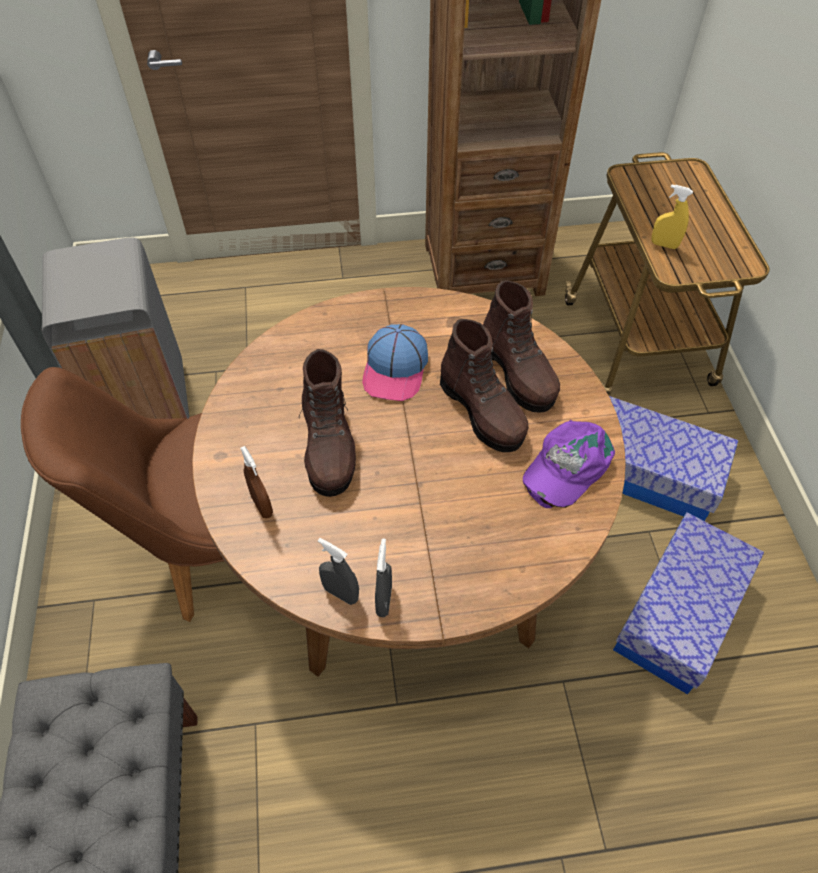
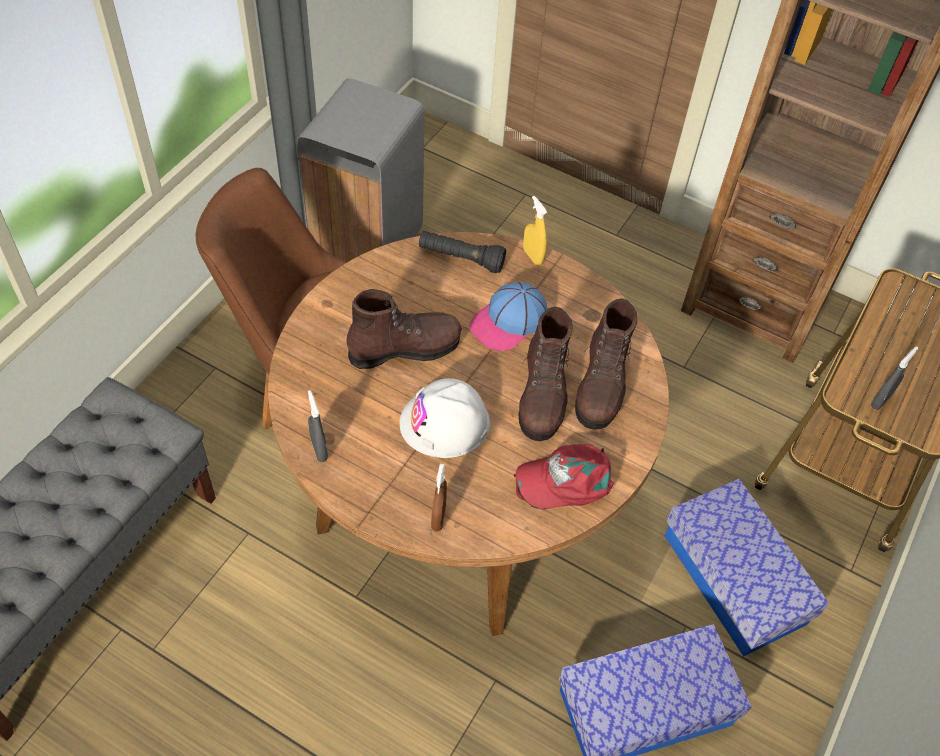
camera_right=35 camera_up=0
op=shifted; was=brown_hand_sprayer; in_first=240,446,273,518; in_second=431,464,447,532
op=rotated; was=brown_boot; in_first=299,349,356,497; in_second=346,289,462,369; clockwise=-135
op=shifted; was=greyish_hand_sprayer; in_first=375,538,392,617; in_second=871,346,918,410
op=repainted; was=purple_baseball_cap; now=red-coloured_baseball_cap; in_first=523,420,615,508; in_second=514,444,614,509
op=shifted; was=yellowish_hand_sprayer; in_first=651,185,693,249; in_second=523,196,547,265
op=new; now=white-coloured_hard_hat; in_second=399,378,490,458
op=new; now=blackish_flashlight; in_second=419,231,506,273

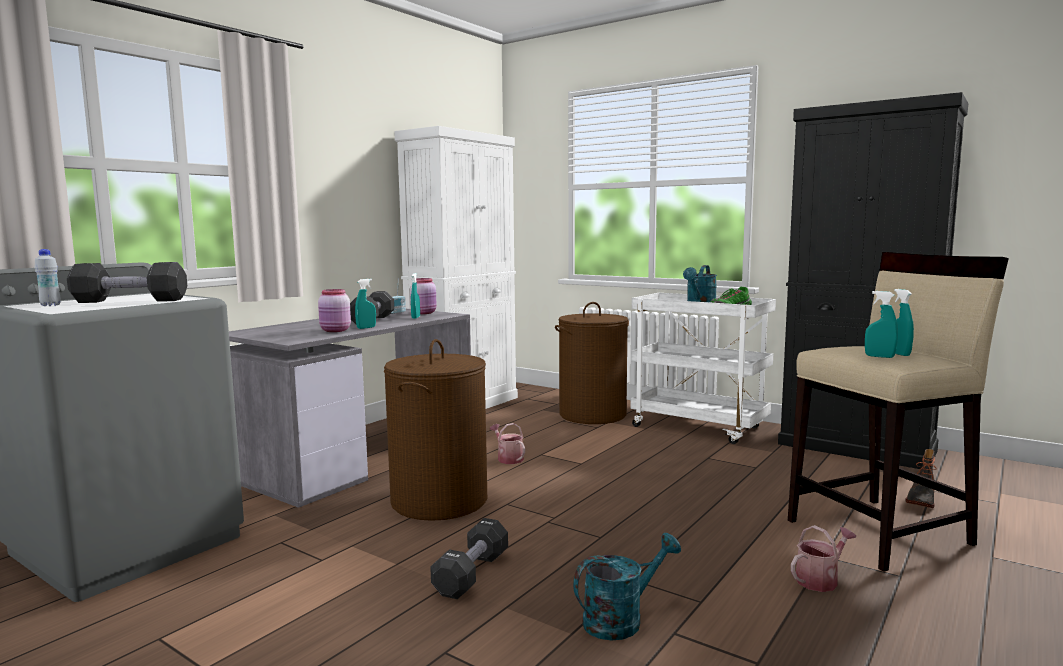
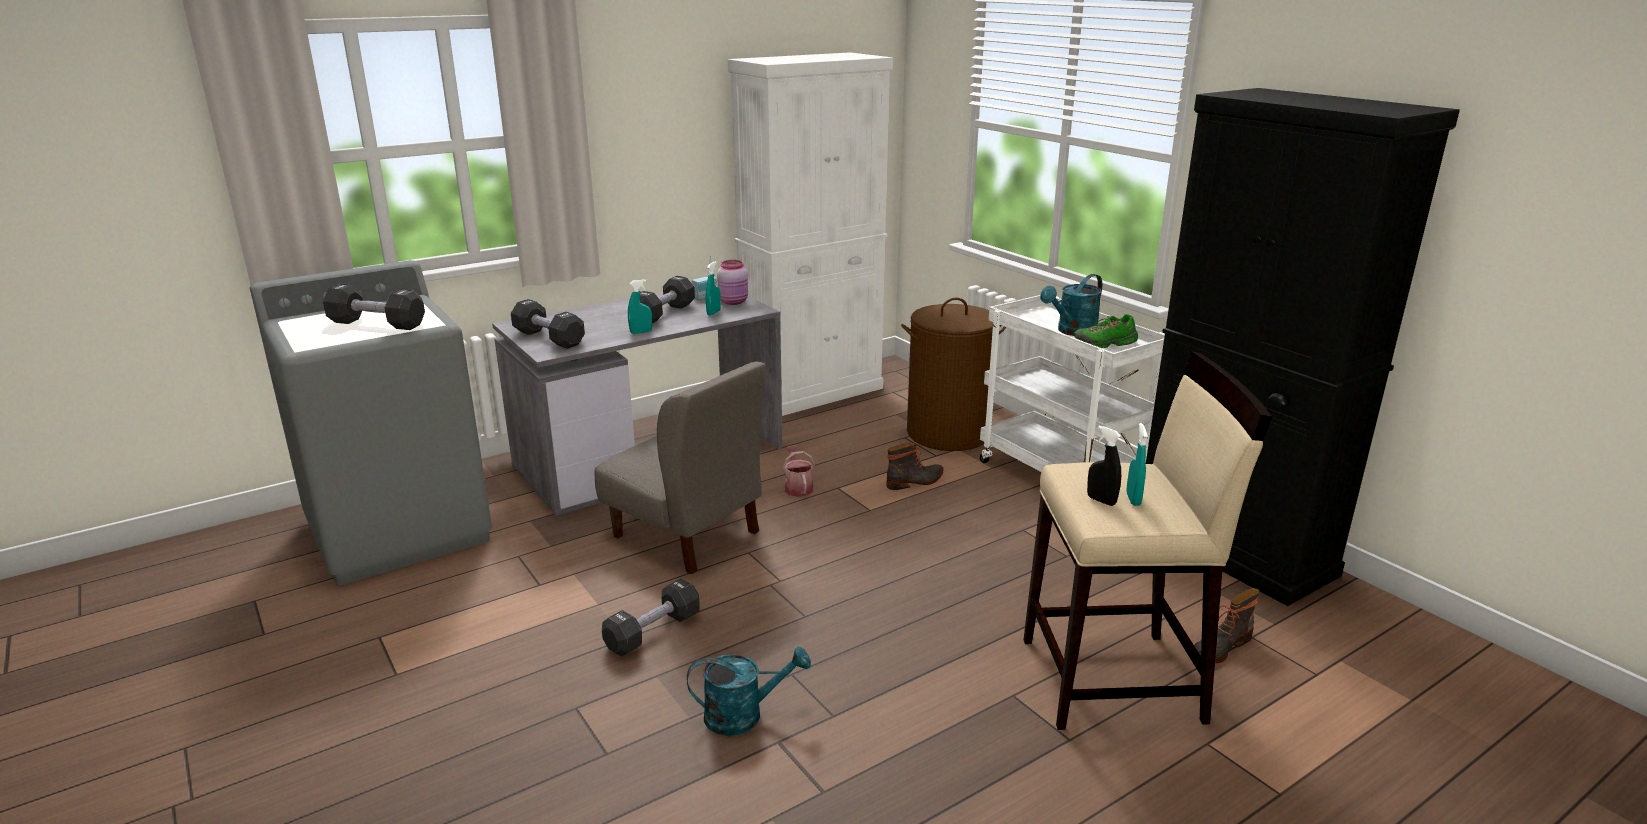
camera_right=20 camera_up=15
op=gone; was=white-coloured_bottle; in_first=34,249,61,306
op=gone; was=pink-coloured_jar; in_first=318,289,351,332
op=swapped; was=brown_washing_basket; now=greyish_chair; in_first=384,339,487,521; in_second=595,362,766,574
op=gone; was=watering_pot; in_first=791,525,856,592
op=repainted; was=turquoise-coloured_hand_sprayer; now=blackish_hand_sprayer; in_first=865,291,898,358; in_second=1087,425,1121,506
op=new; now=blackish_dumbbell; in_second=511,299,585,349
op=new; now=boot; in_second=886,443,944,490

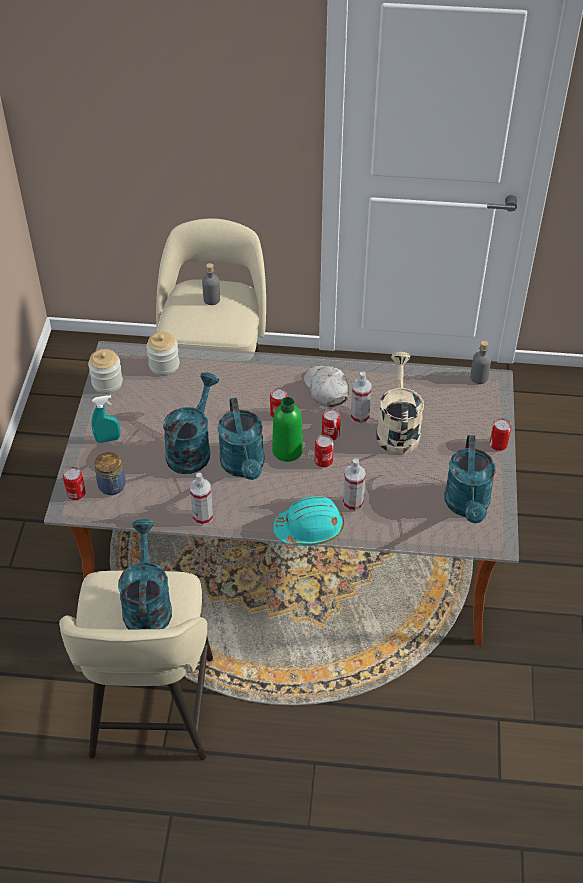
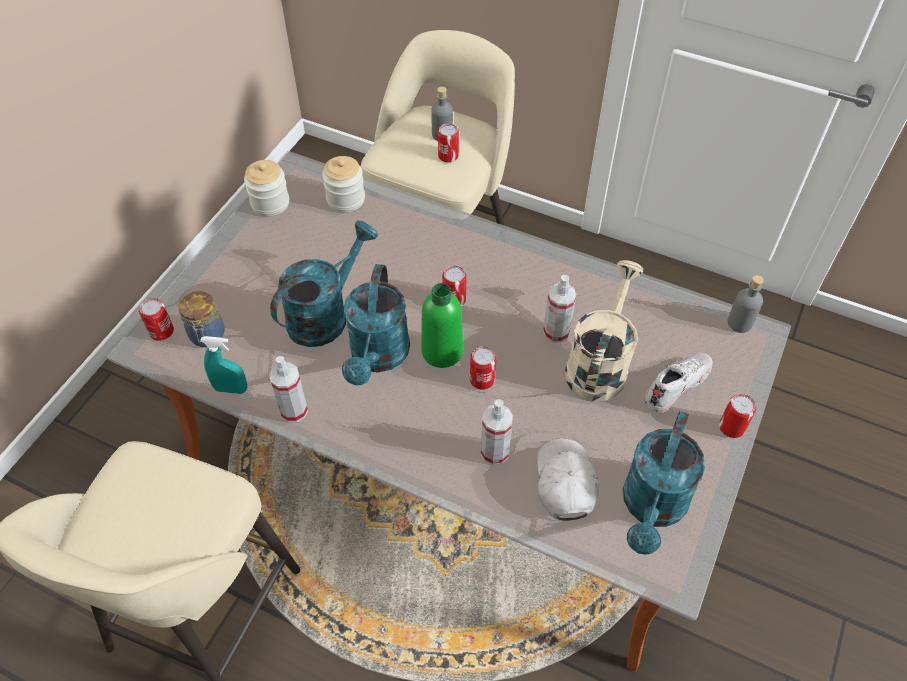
camera_right=20 camera_up=5
op=shifted; was=turquoise-coloured_hand_sprayer; in_first=91,395,120,443; in_second=200,336,247,394
op=gone; was=turquoise-coloured_watering_pot; in_first=118,519,172,630
op=gone; was=turquoise-coloured_hard_hat; in_first=273,496,344,545
op=shifted; was=white-coloured_baseball_cap; in_first=304,366,349,408; in_second=537,438,599,521
op=shifted; was=can; in_first=322,409,341,441; in_second=438,123,459,163
op=new; now=white-coloured_shoe; in_second=644,353,712,413

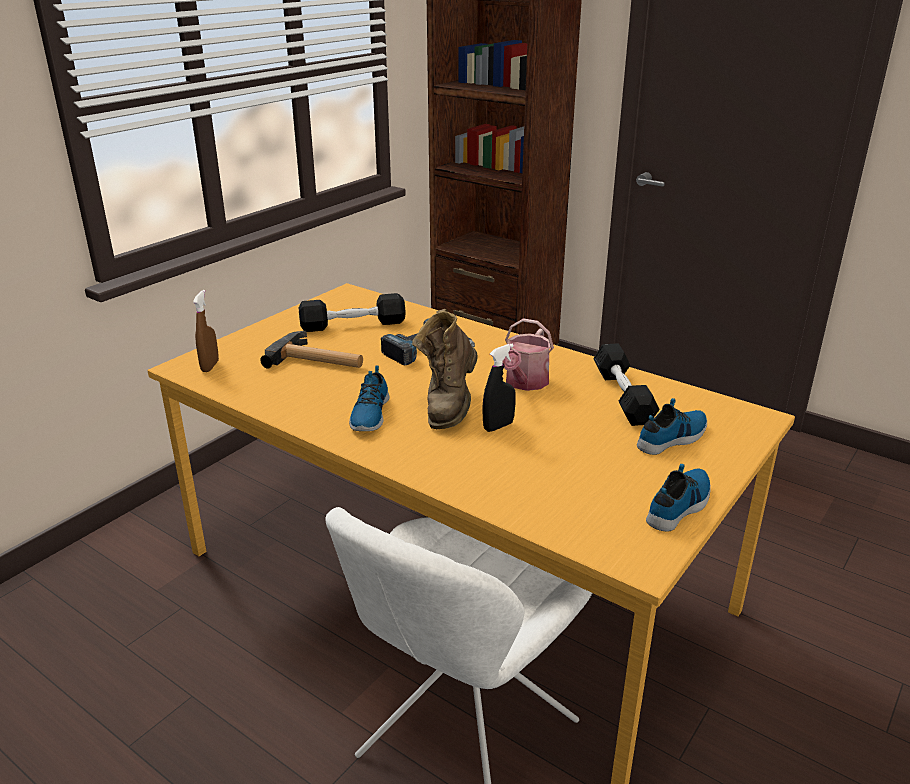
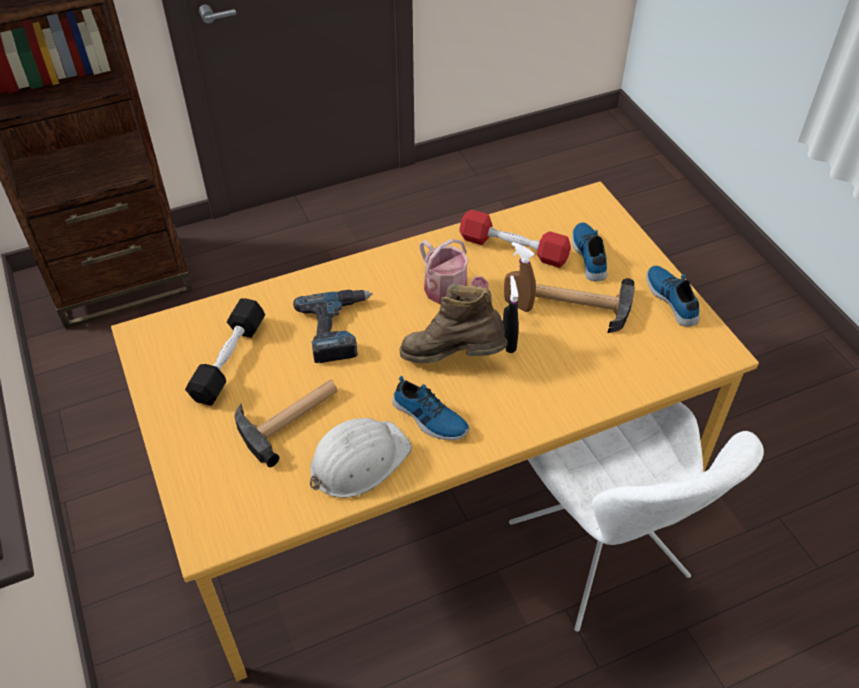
camera_right=-60 camera_up=20
op=shifted; was=brown_hand_sprayer; in_first=193,290,219,372; in_second=504,242,536,312
op=rotated; was=brown_boot; in_first=412,309,478,429; in_second=400,284,508,363; clockwise=150
op=repainted; was=blackish_dumbbell; now=red-coloured_dumbbell; in_first=593,343,660,426; in_second=459,210,571,268
op=new; now=white-coloured_hard_hat; in_second=310,418,412,498
op=new; now=tool_hammer; in_second=535,278,635,333

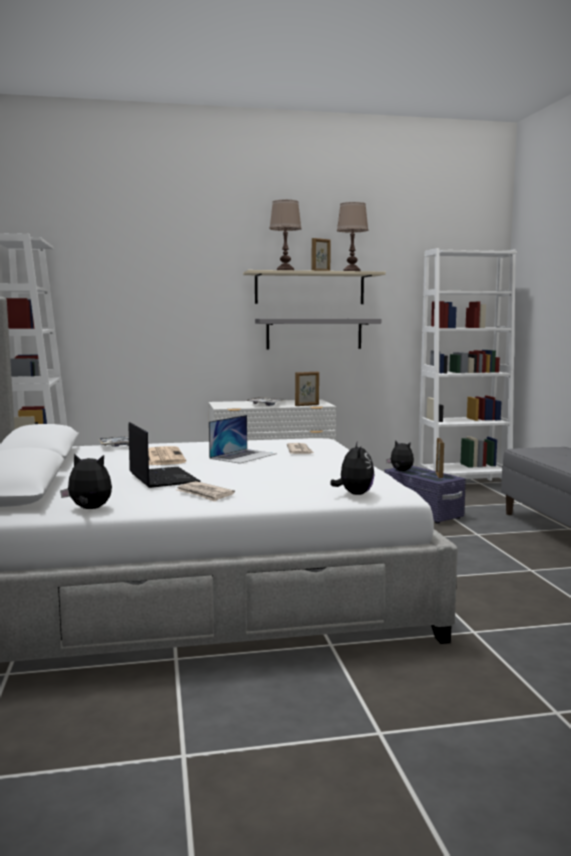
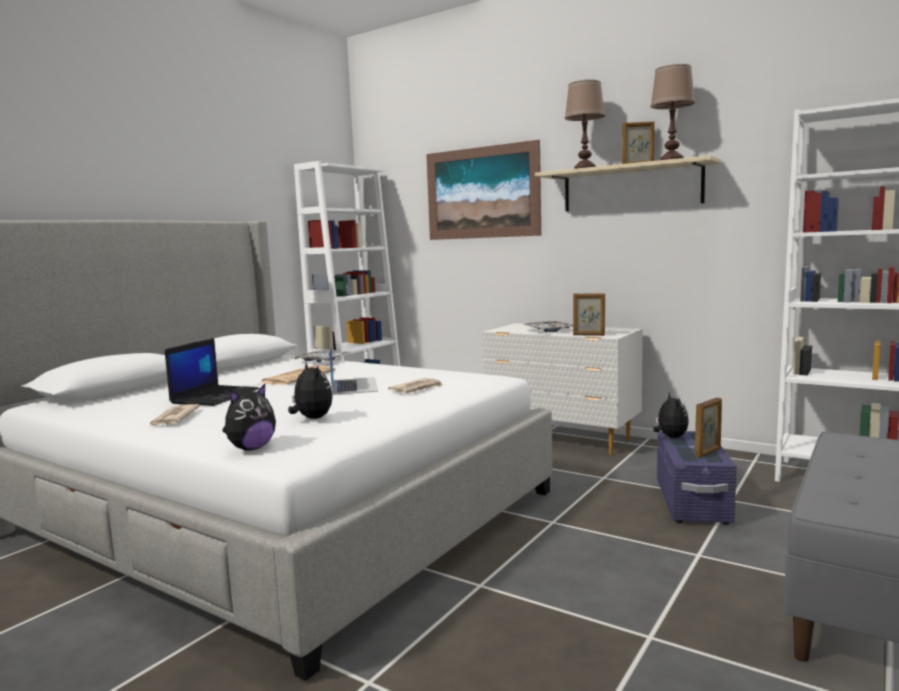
camera_right=45 camera_up=0
op=shifted; was=soft_toy; in_first=60,453,112,509; in_second=288,361,332,419
op=rotated; was=notebook_computer; in_first=209,415,277,464; in_second=329,343,378,395; clockwise=-90
op=gone; was=greyish_shelf; in_first=255,319,381,350
op=new; now=wall_art; in_second=426,140,541,240

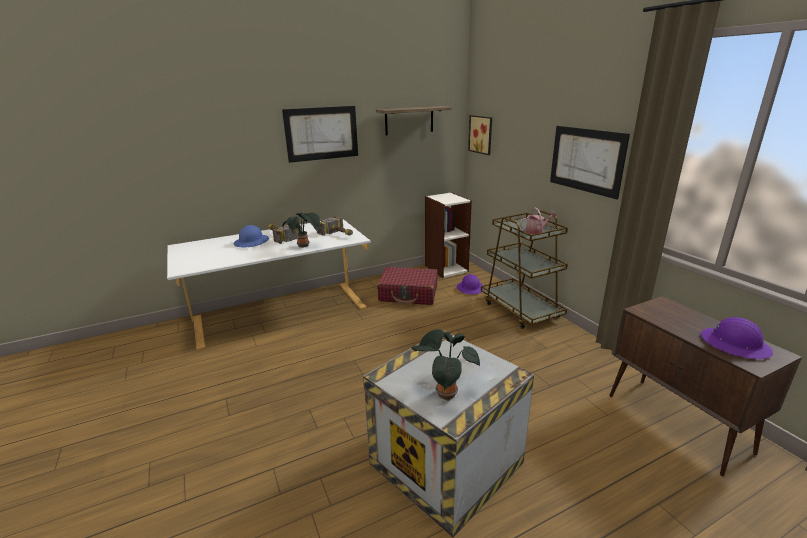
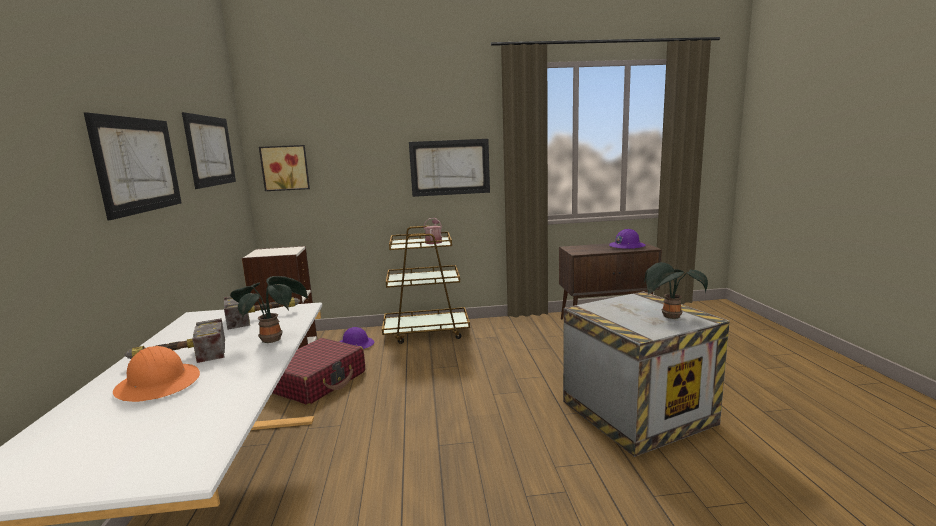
camera_right=-70 camera_up=-10
op=repainted; was=blue-coloured_hard_hat; now=orangey_hard_hat; in_first=233,225,269,248; in_second=113,346,200,402
op=swapped; was=shelf; now=wall_art; in_first=376,106,452,135; in_second=182,112,236,189

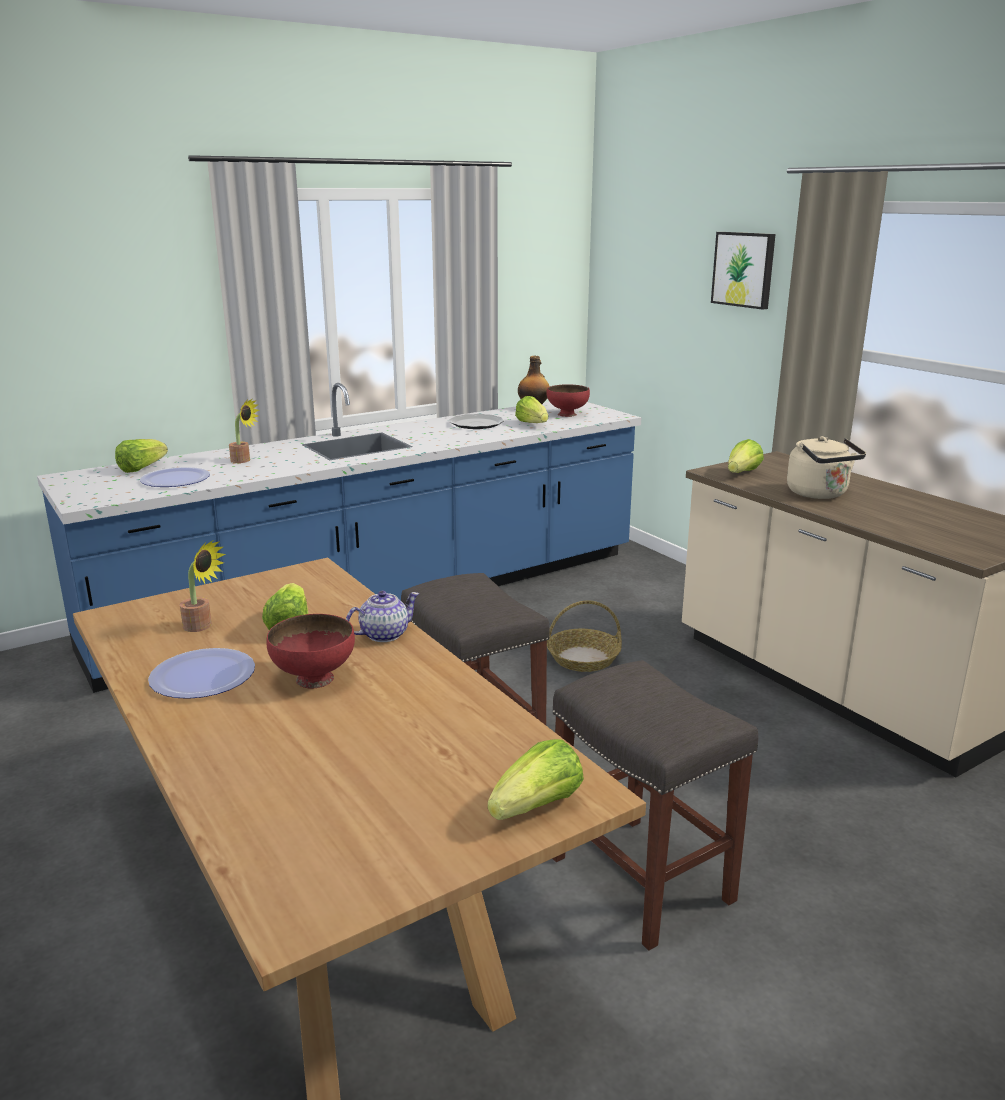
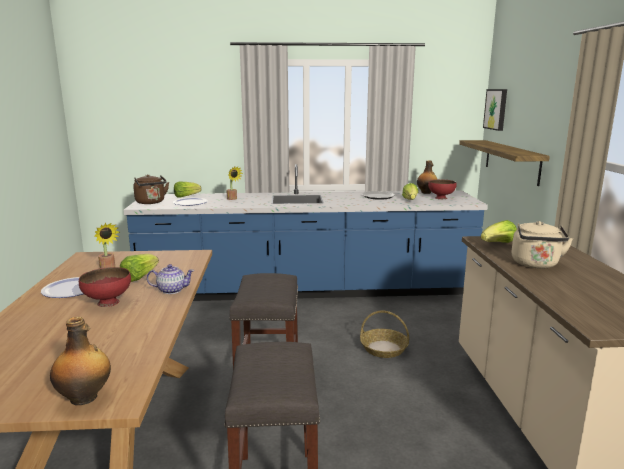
camera_right=30 camera_up=-5
op=swapped; was=head_of_lettuce; now=bottle; in_first=488,739,584,820; in_second=50,317,111,406
op=shifted; was=wall_art; in_first=711,232,776,310; in_second=483,89,507,131
op=new; now=brown_tea_kettle; in_second=133,174,169,204
op=new; now=shelf; in_second=459,140,550,186

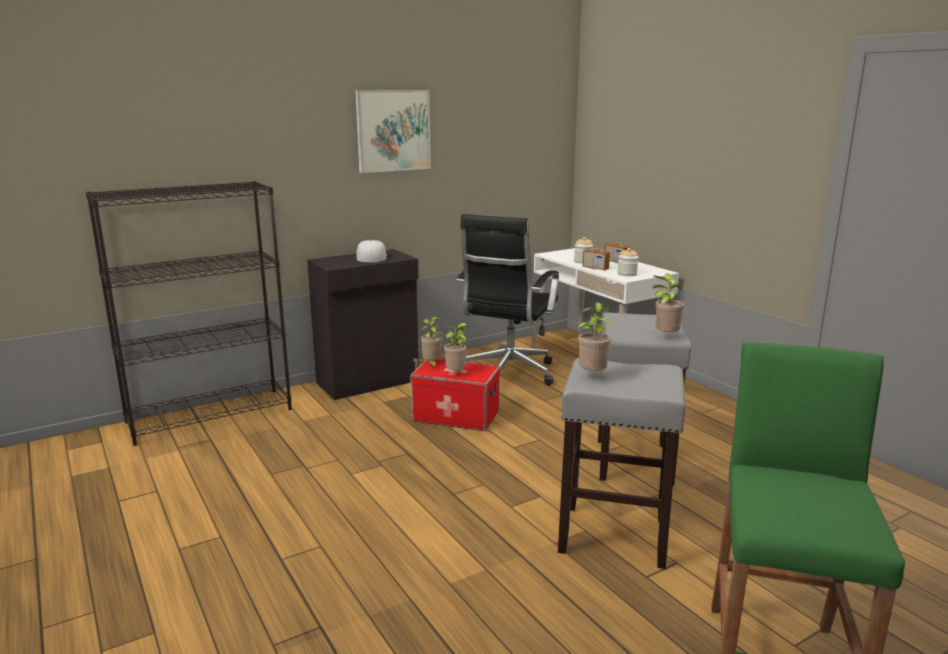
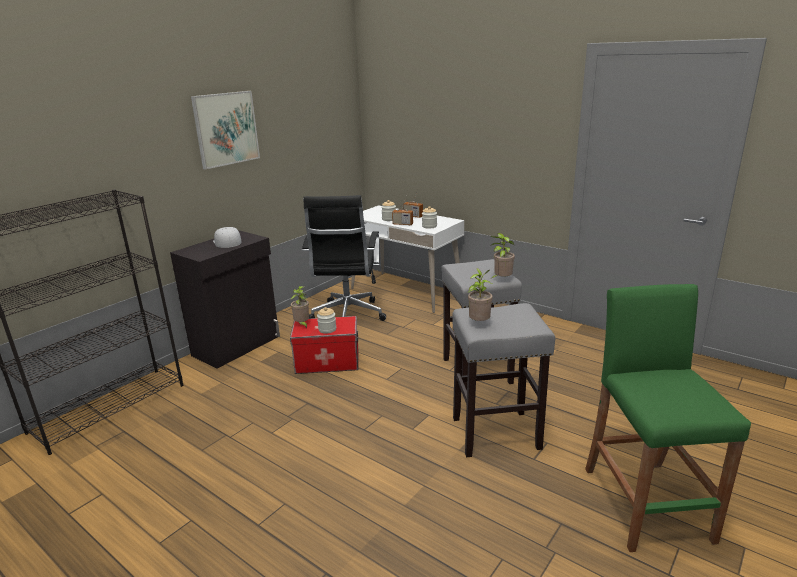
camera_right=-20 camera_up=5
op=swapped; was=potted_plant; now=jar; in_first=444,323,468,371; in_second=317,307,336,334

